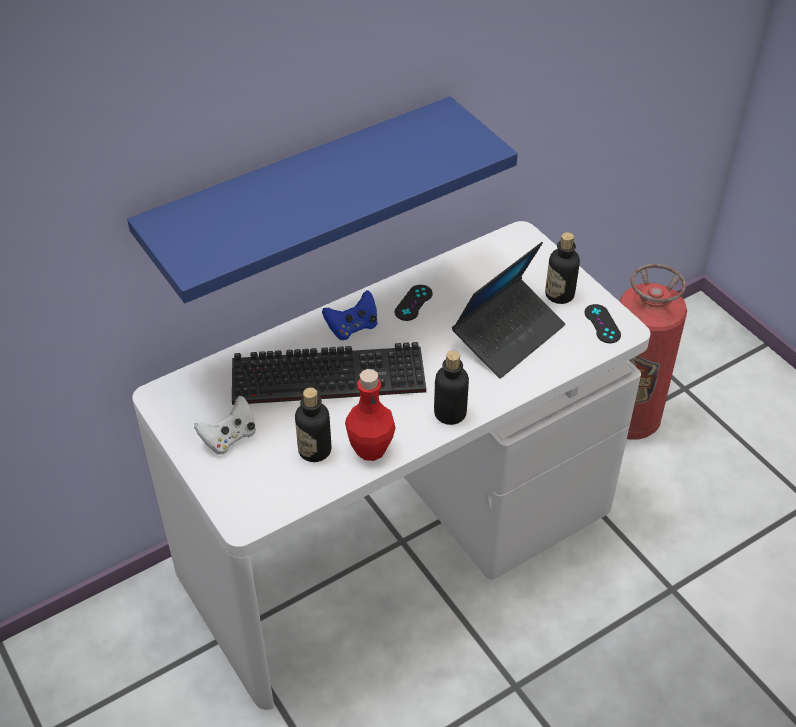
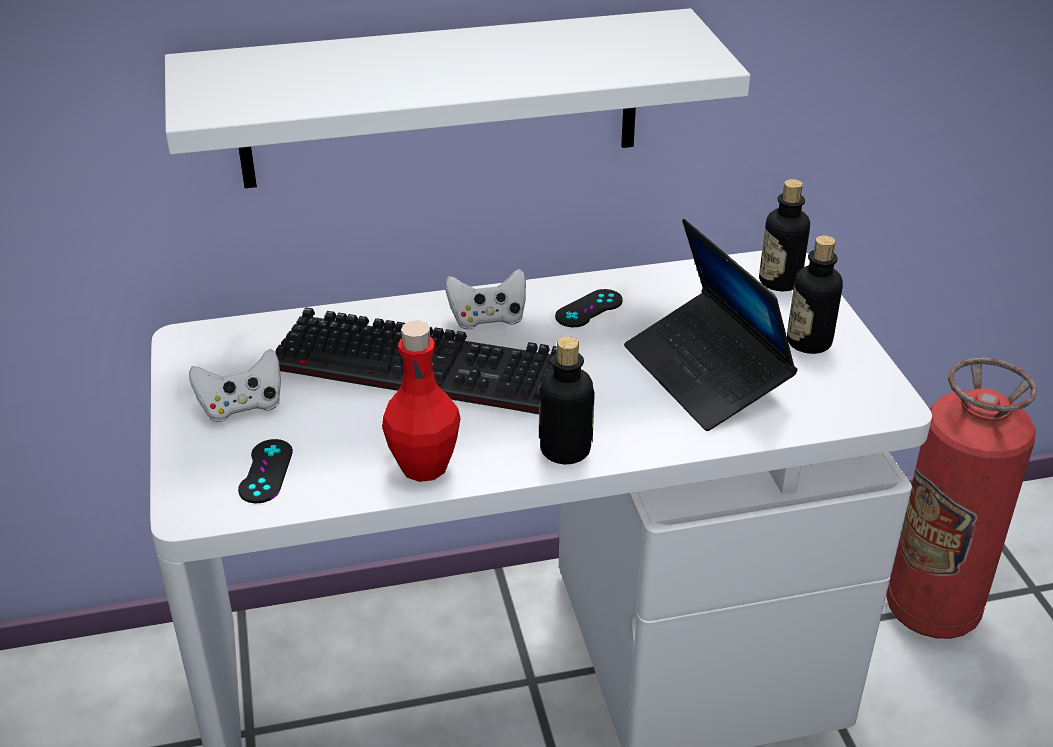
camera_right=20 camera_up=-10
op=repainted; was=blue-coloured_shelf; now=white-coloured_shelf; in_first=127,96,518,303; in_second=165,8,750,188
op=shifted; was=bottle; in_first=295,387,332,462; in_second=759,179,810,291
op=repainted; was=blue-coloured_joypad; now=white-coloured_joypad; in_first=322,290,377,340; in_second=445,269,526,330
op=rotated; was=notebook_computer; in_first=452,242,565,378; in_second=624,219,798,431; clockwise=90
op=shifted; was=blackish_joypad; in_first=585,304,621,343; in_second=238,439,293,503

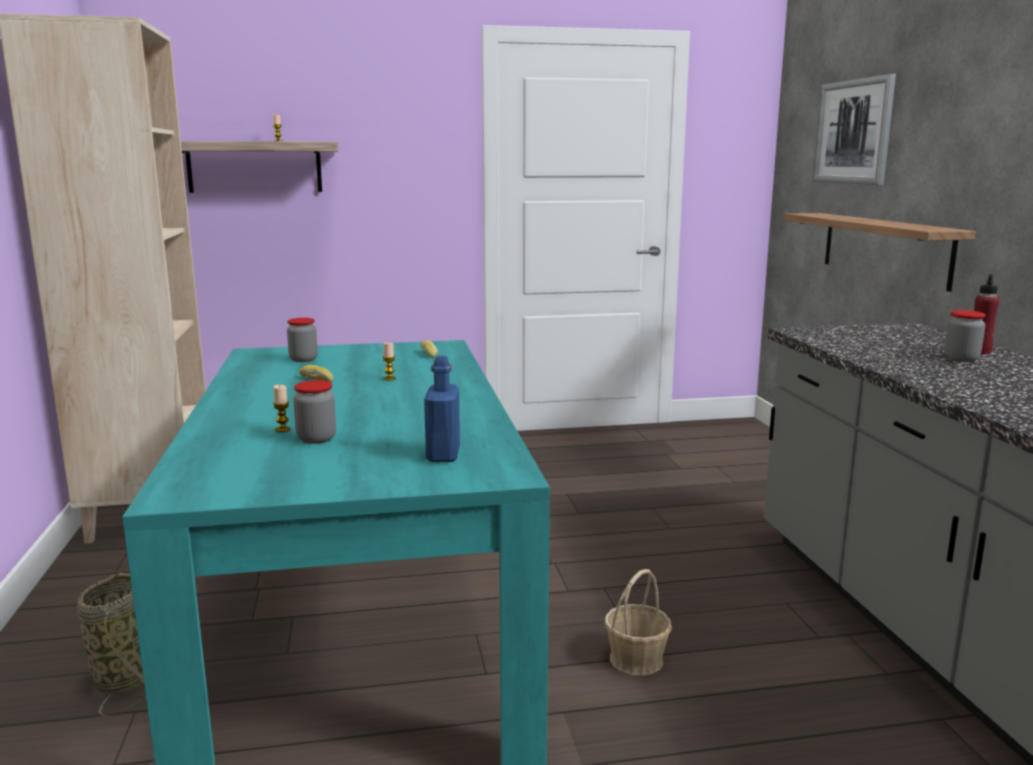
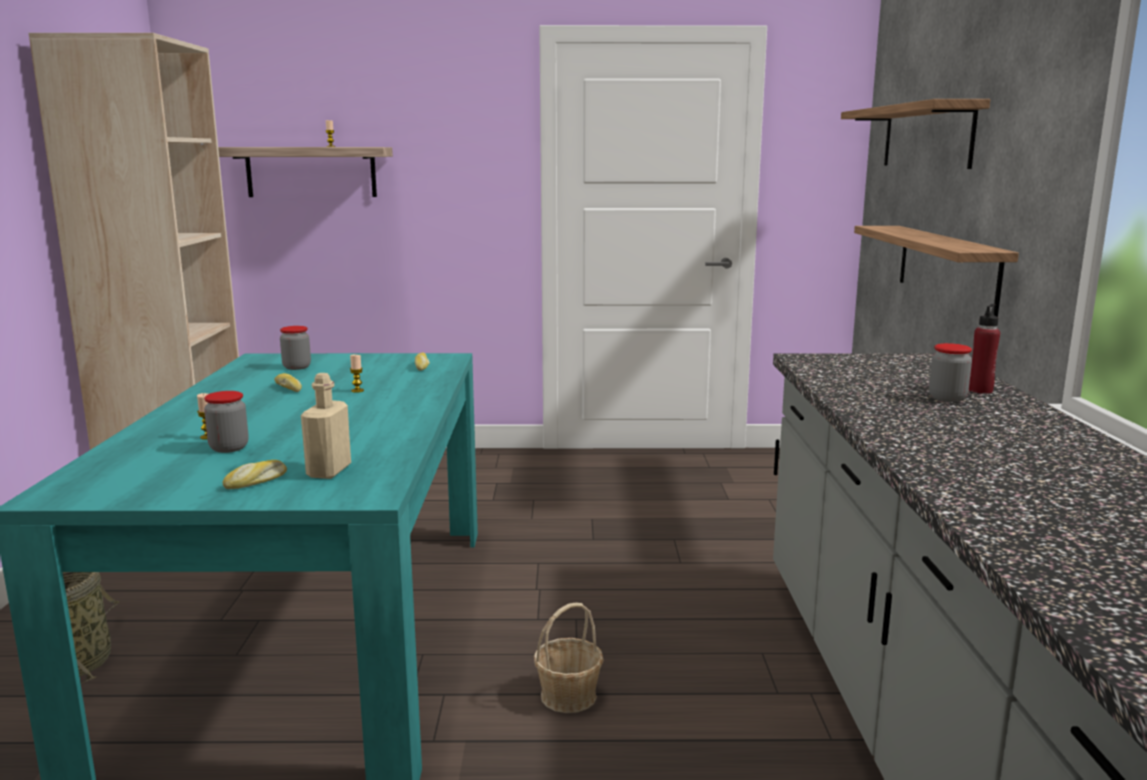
camera_right=10 camera_up=0
op=repainted; was=blue-coloured_bottle; now=sand-coloured_bottle; in_first=424,356,460,462; in_second=301,373,351,479
op=swapped; was=wall_art; now=shelf; in_first=813,74,896,185; in_second=841,99,990,169
op=new; now=bakery_bread; in_second=223,460,287,489

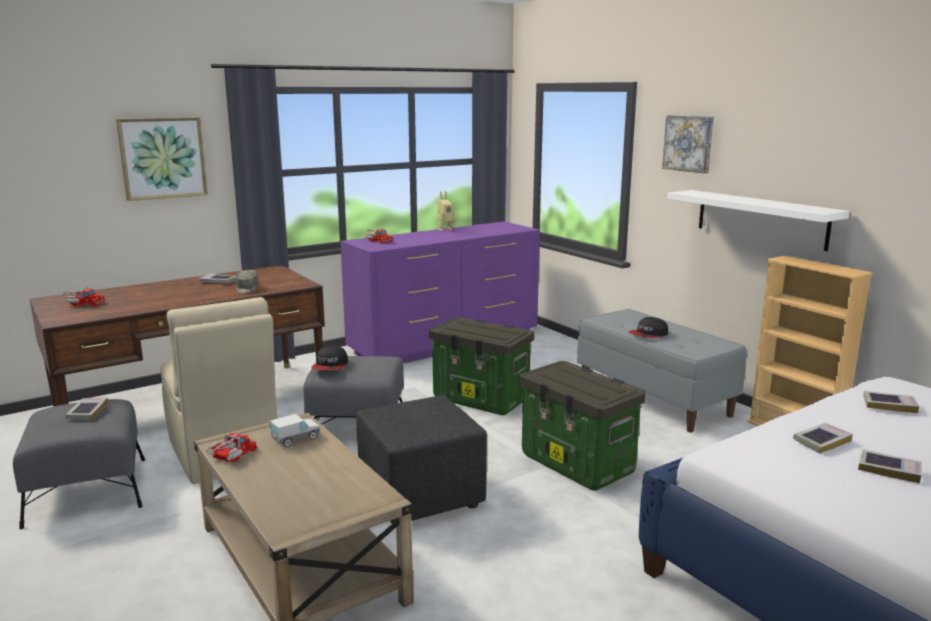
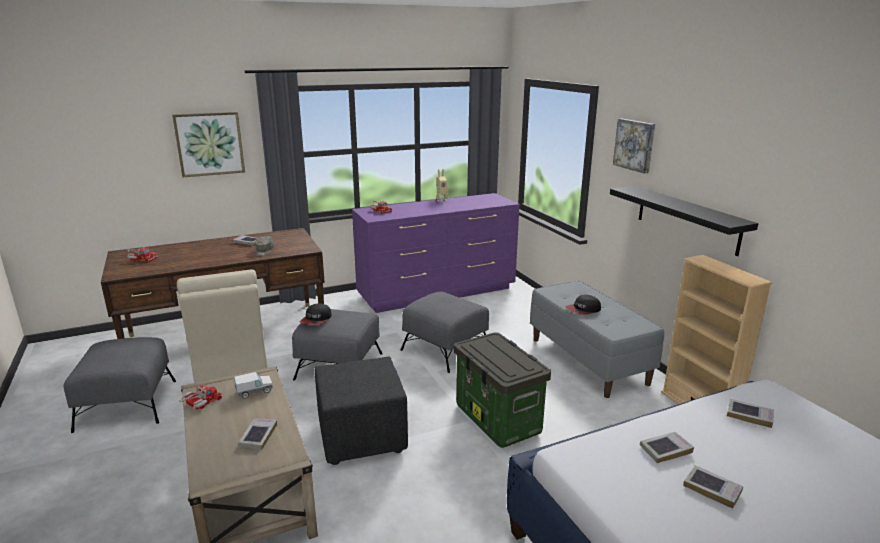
camera_right=10 camera_up=5
op=shifted; was=book; in_first=65,397,108,420; in_second=238,418,277,450
op=swapped; was=storage_bin; now=greyish_ottoman; in_first=429,317,534,415; in_second=401,292,489,373
op=repainted; was=white-coloured_shelf; now=blackish_shelf; in_first=667,190,849,251; in_second=610,186,758,256

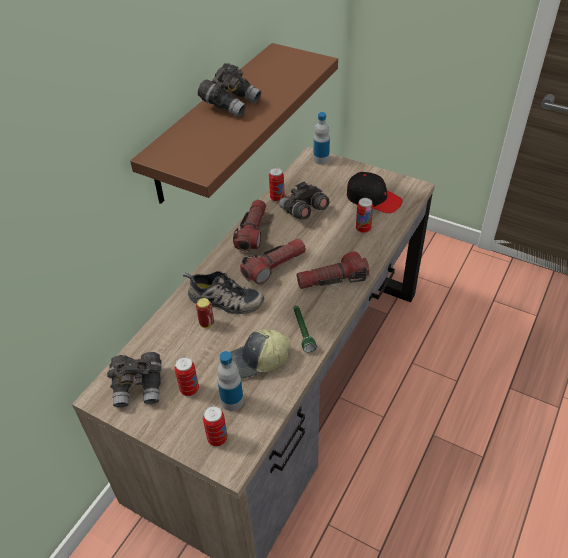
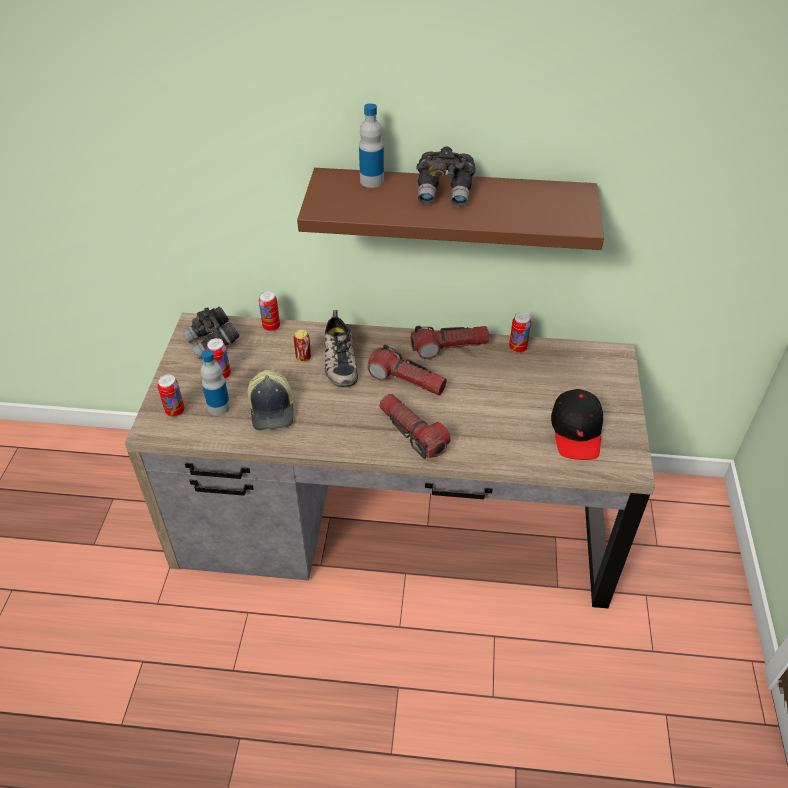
camera_right=65 camera_up=0
op=rotated; was=baseball_cap; in_first=230,329,291,379; in_second=247,369,294,430; clockwise=-150
op=gone; was=greyish_binoculars; in_first=279,182,329,220
op=gone; was=green-coloured_flashlight; in_first=293,306,317,353
op=shifted; was=bottle; in_first=314,112,330,164; in_second=359,103,384,188
op=shifted; was=can; in_first=356,198,373,233; in_second=259,291,280,331

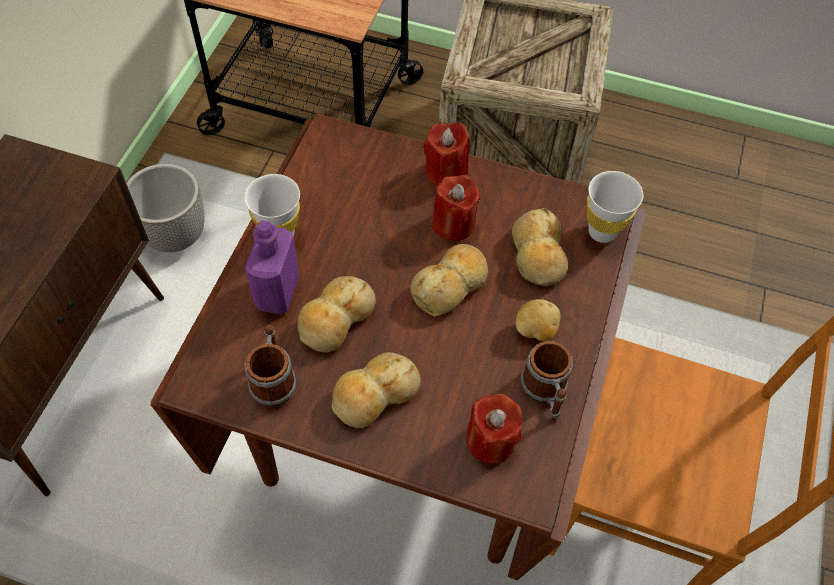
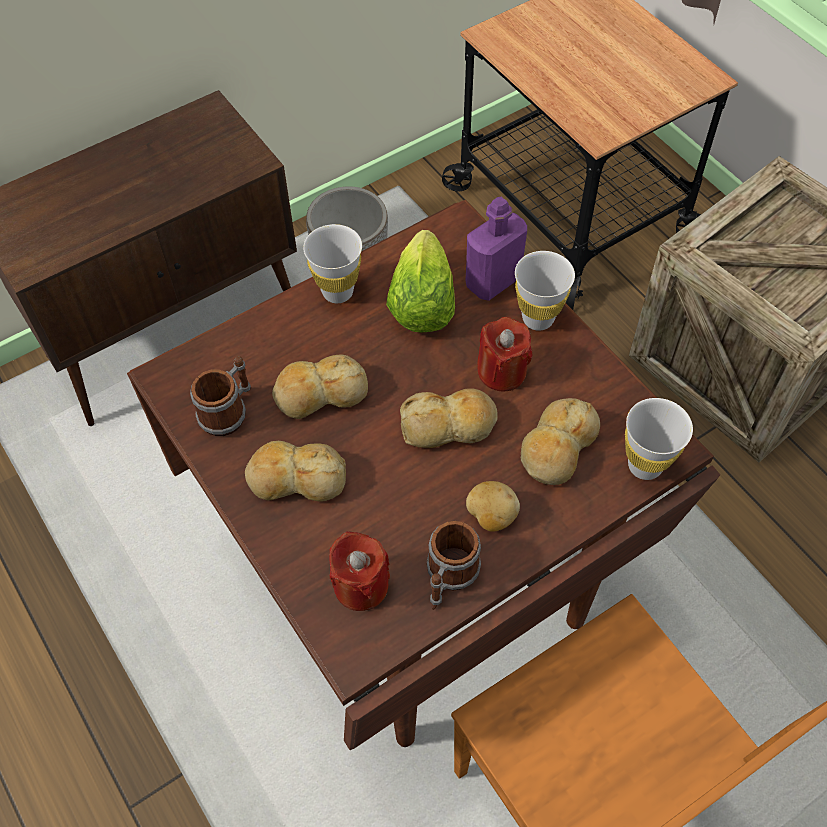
camera_right=40 camera_up=0
op=shifted; was=purple_bottle; in_first=245,221,299,314; in_second=465,197,527,301
op=swapped; was=red-coloured_wax_light; now=white-coloured_small_cup; in_first=423,122,470,186; in_second=515,251,575,331
op=new; now=head_of_lettuce; in_second=386,230,455,333

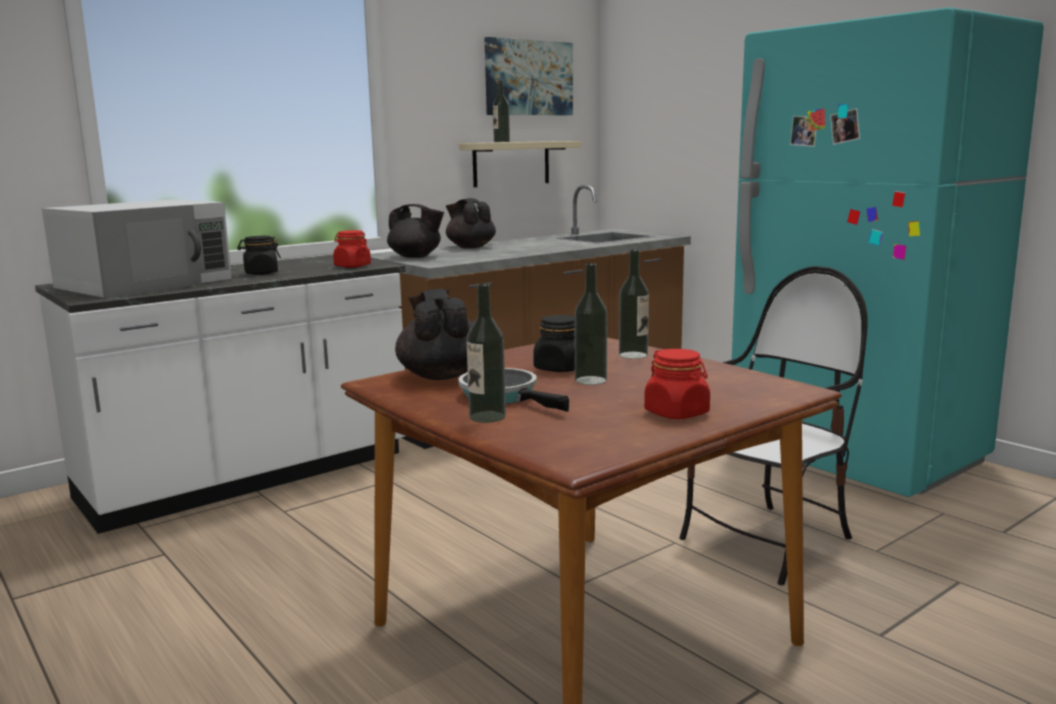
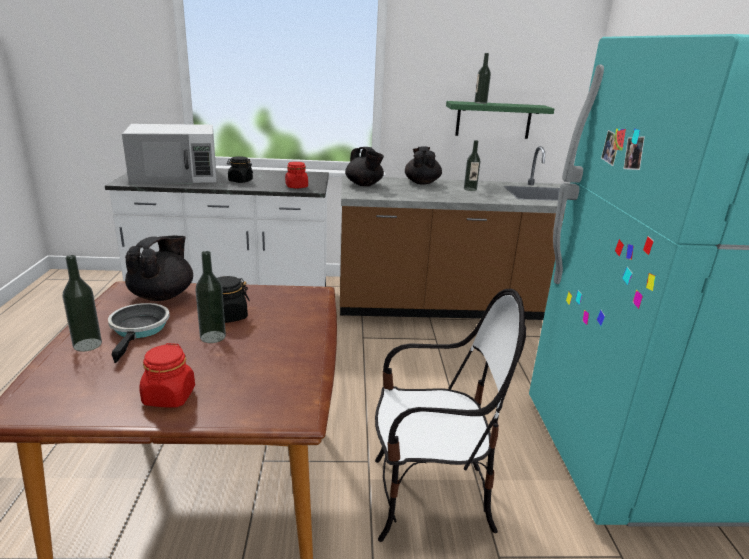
camera_right=35 camera_up=10
op=repainted; was=sand-coloured_shelf; now=green-coloured_shelf; in_first=459,141,582,187; in_second=446,101,554,139
op=gone; was=wall_art; in_first=485,37,573,115
op=shifted; was=bottle; in_first=619,249,649,359; in_second=464,140,480,191

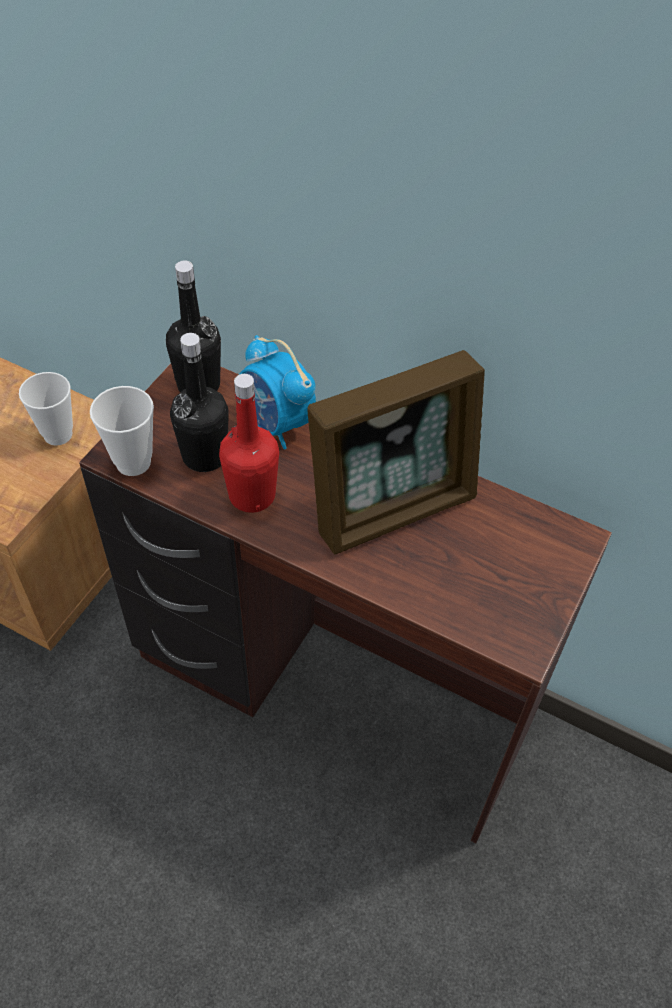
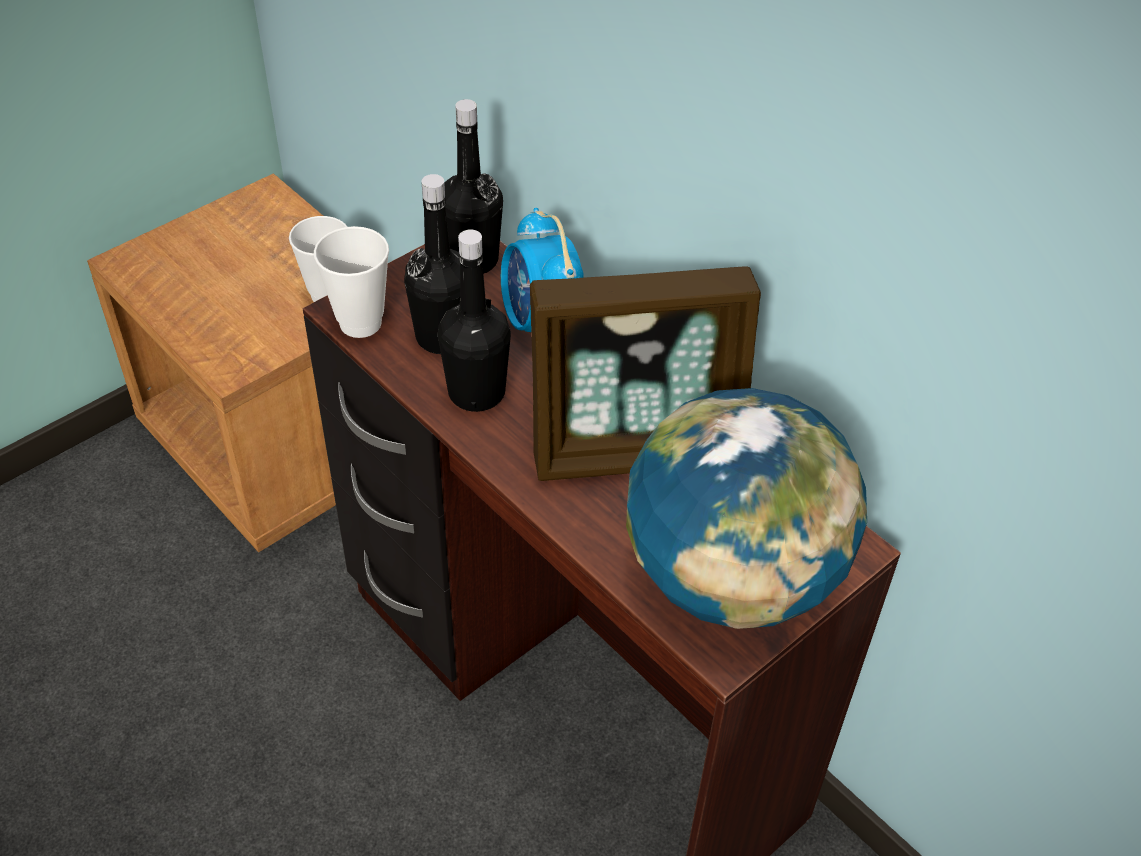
camera_right=20 camera_up=-5
op=repainted; was=red-coloured_bottle; now=blackish_bottle; in_first=219,374,279,513; in_second=438,229,511,412
op=new; now=world_globe; in_second=626,388,867,629

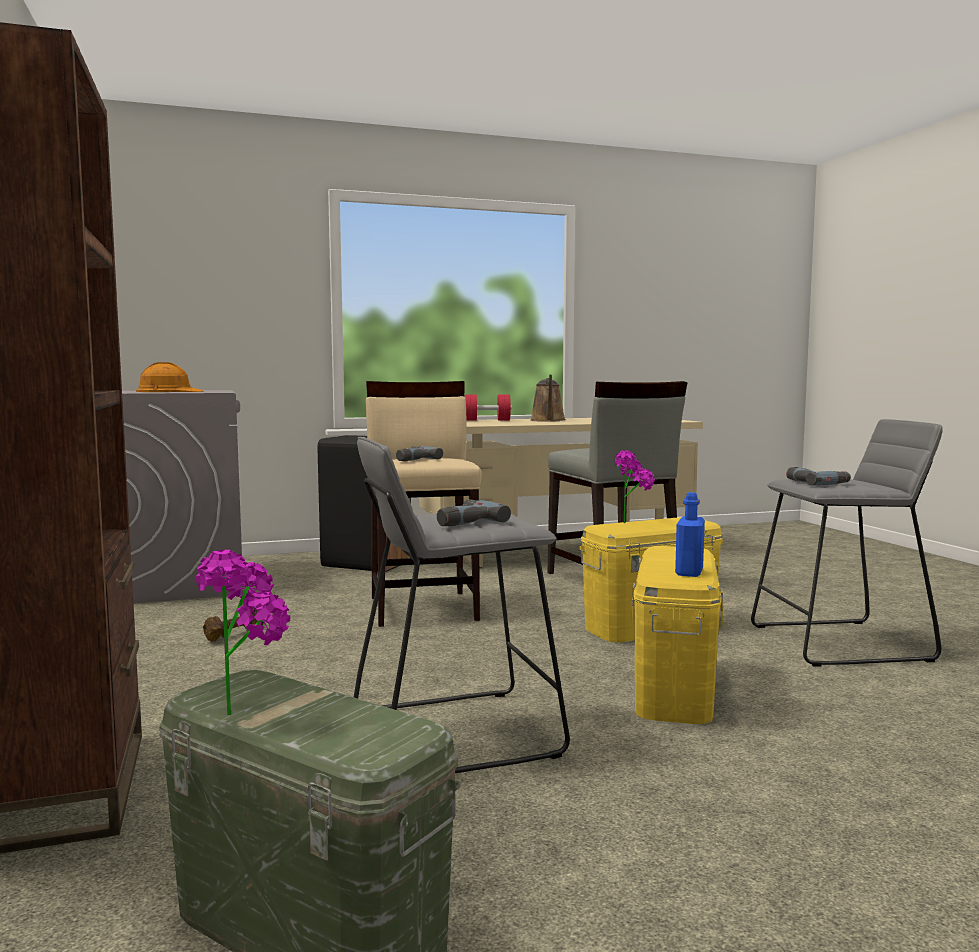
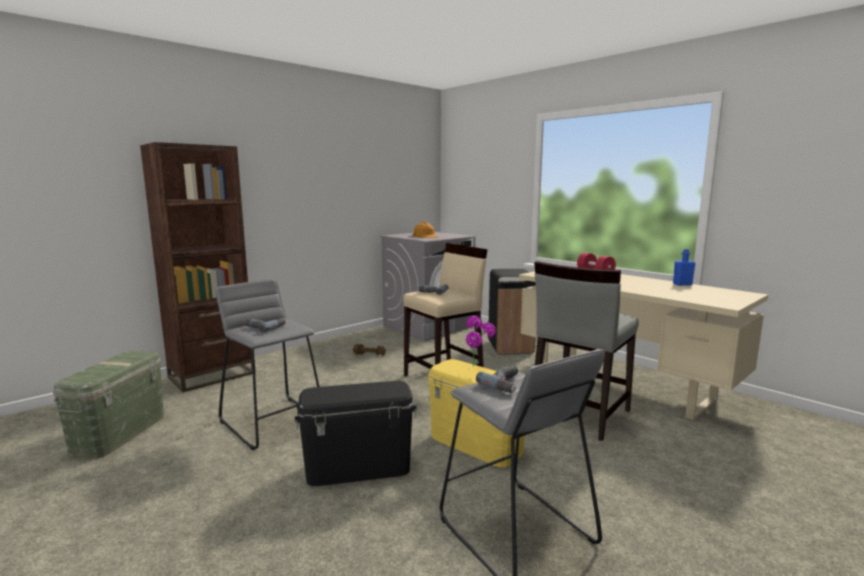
camera_right=65 camera_up=5
op=gone; was=potted_plant; in_first=195,550,290,715
op=gone; was=brown_watering_pot; in_first=530,374,566,422
op=repainted; was=yellowish_storage_bin; now=blackish_storage_bin; in_first=631,546,724,724; in_second=295,381,417,486
op=shifted; was=blue-coloured_bottle; in_first=675,492,705,577; in_second=673,249,695,286

